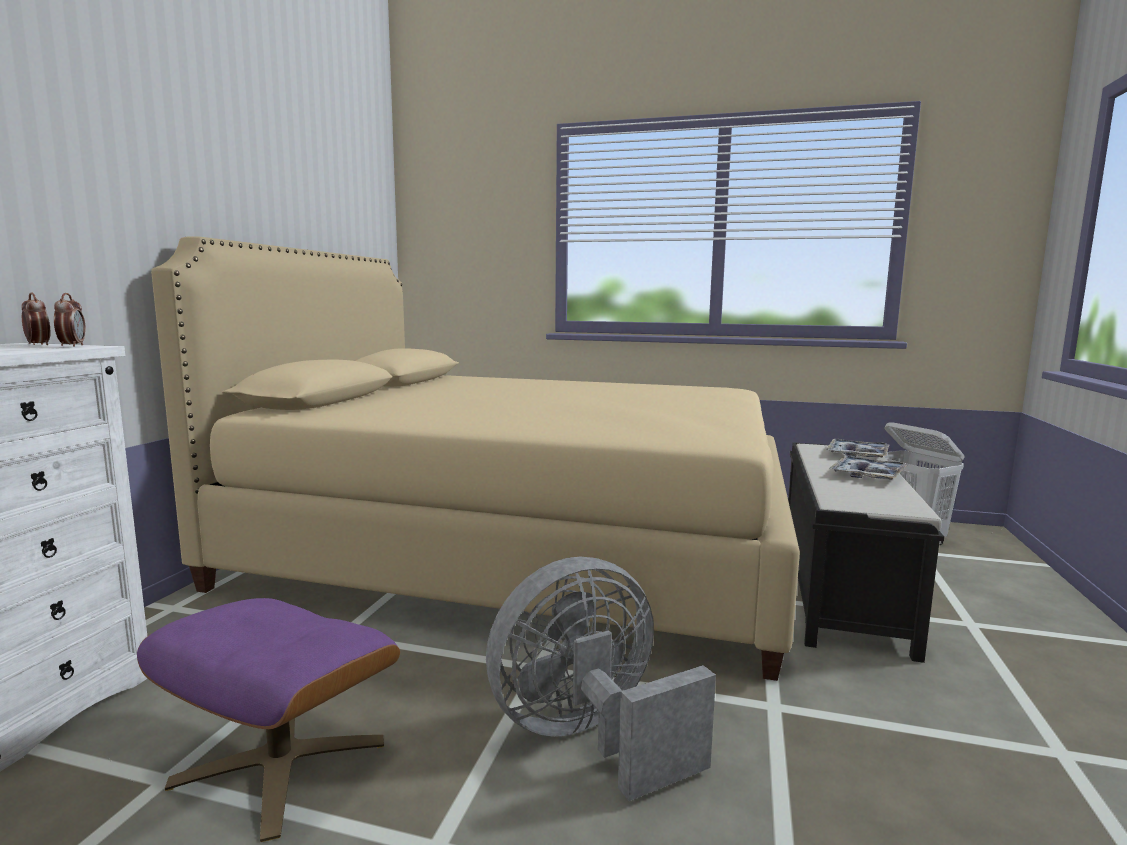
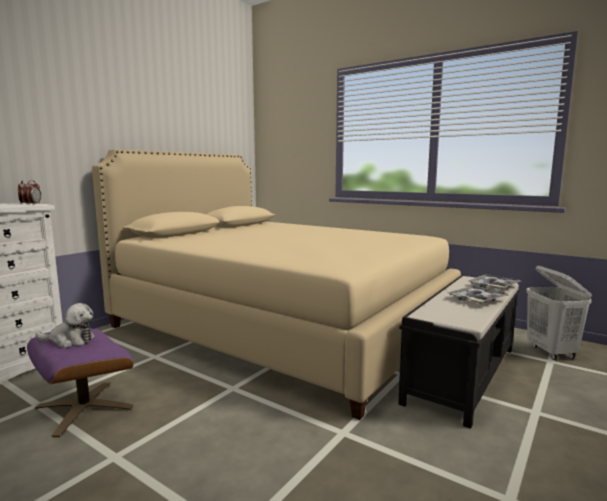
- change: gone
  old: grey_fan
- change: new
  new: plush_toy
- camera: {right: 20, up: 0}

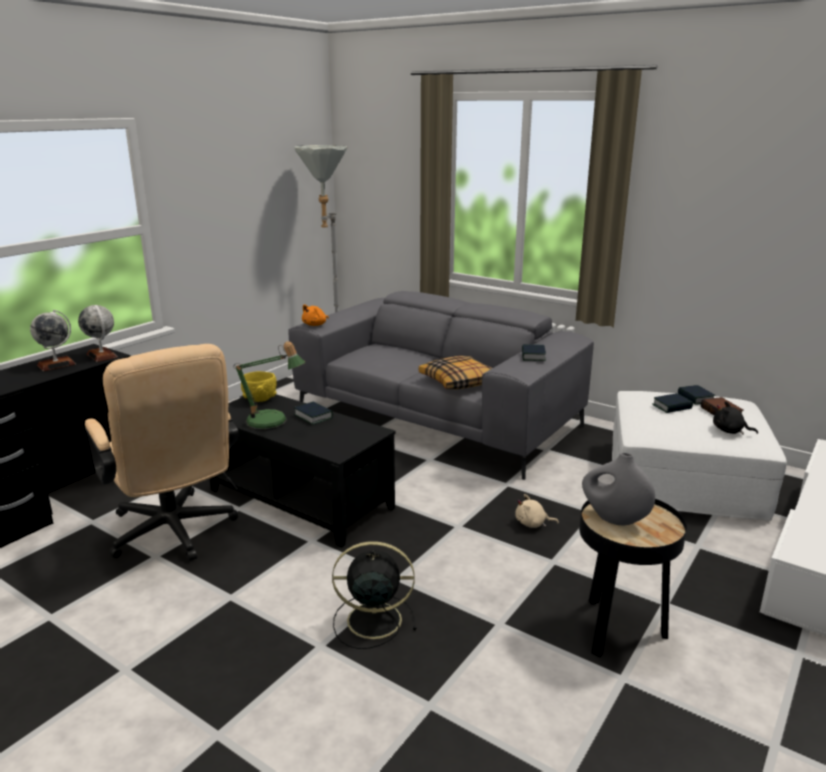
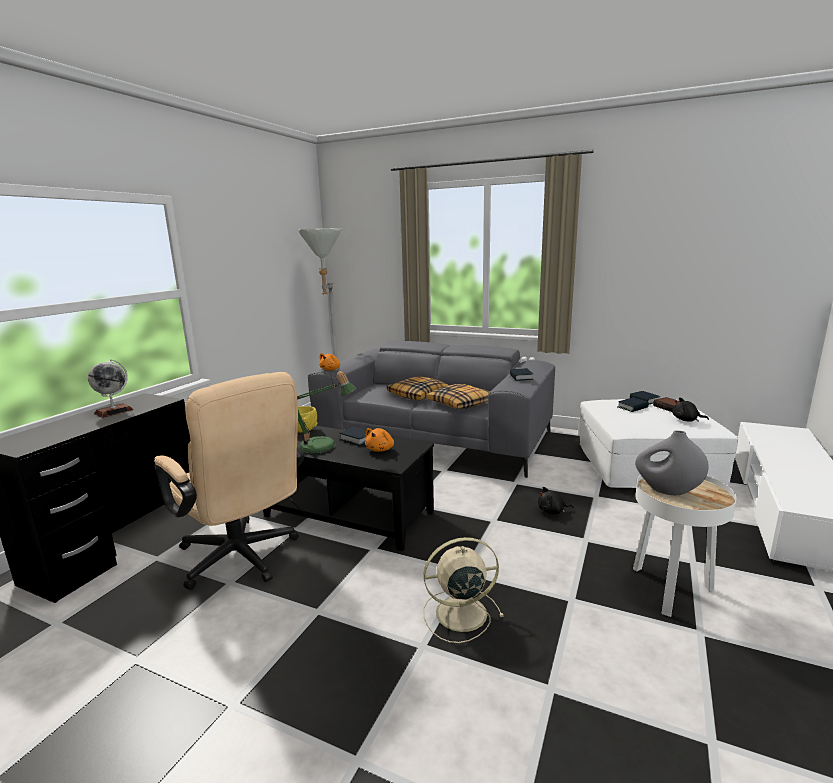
- change: gone
  old: globe (no. 2 from left)
- change: repainted
  old: black_fan
  new: beige_fan
- change: repainted
  old: beige_plush_toy
  new: black_plush_toy (no. 1 from left)
- change: repainted
  old: black_side_table
  new: white_side_table
- change: new
  new: orange_plush_toy (no. 2 from left)
- change: new
  new: pillow (no. 1 from left)
- camera: {right: -10, up: -5}

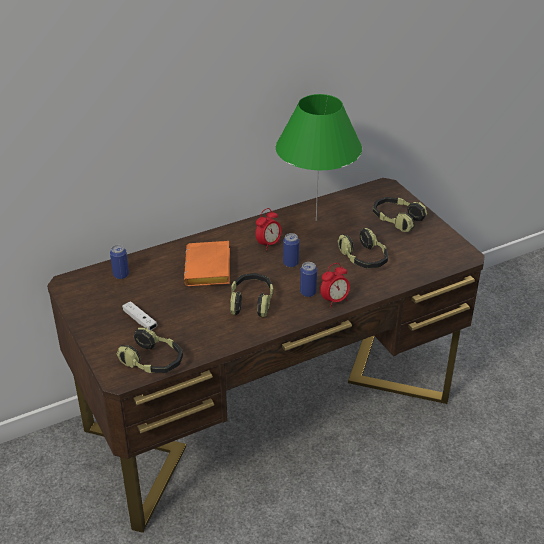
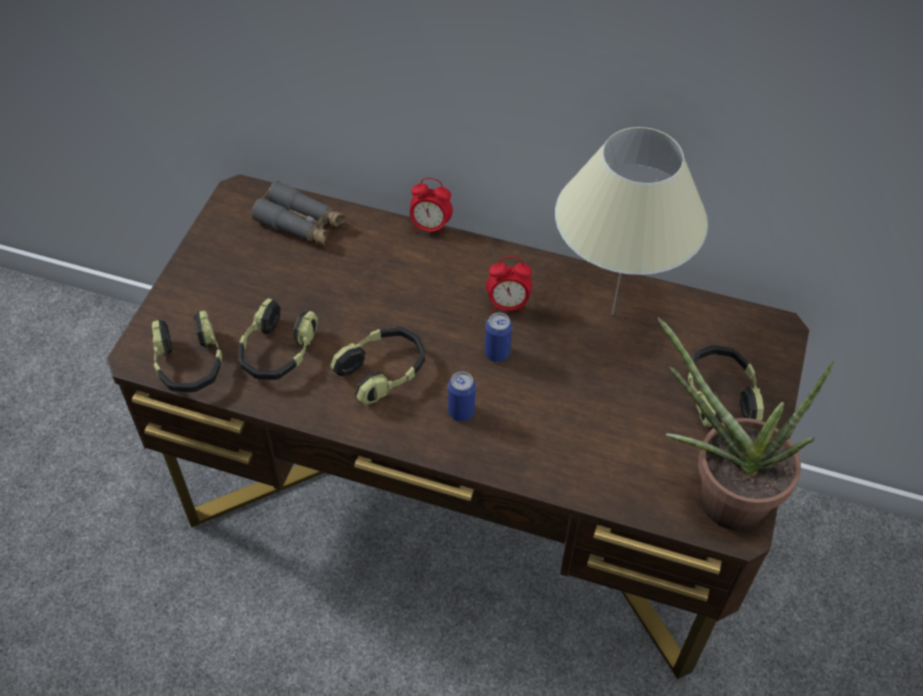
- change: swapped
  old: can (no. 1 from left)
  new: grey_binoculars
- change: gone
  old: white_game_controller
- change: gone
  old: orange_book
- change: repainted
  old: green_table_lamp
  new: beige_table_lamp
- change: shifted
  old: alarm_clock (no. 2 from left in the first image)
  new: alarm_clock (no. 1 from left)
- change: shifted
  old: headphones (no. 3 from left in the first image)
  new: headphones (no. 2 from left)
- change: new
  new: potted_plant
- camera: {right: 45, up: 15}

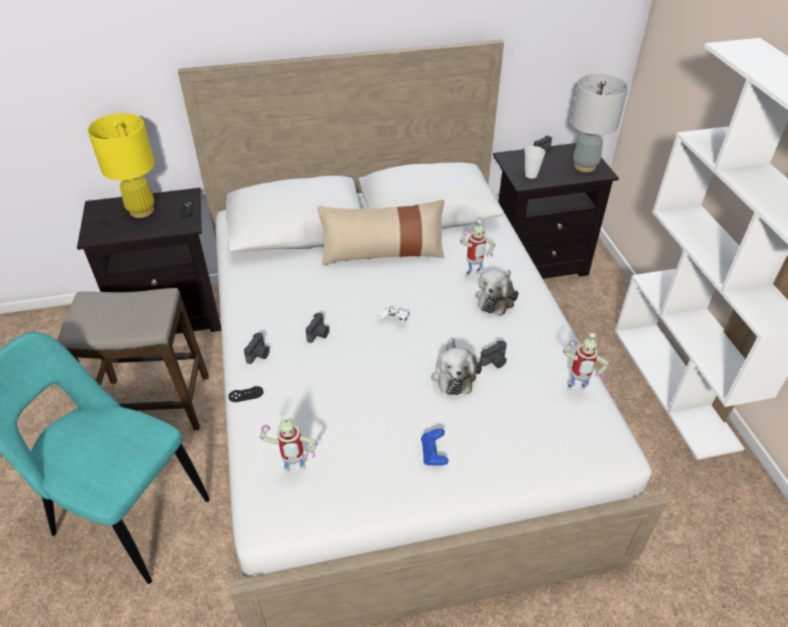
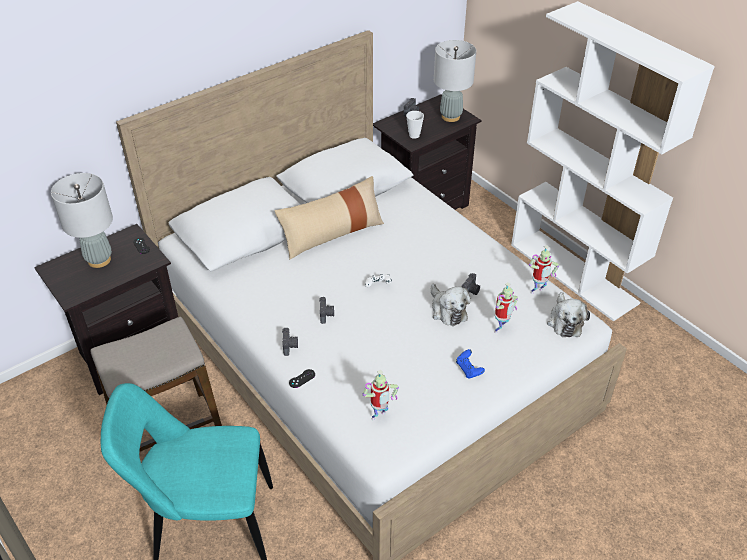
- change: repainted
  old: yellow_table_lamp
  new: grey_table_lamp (no. 1 from left)
- change: shifted
  old: toy_robot (no. 2 from left)
- change: shifted
  old: plush_toy (no. 2 from left)
- camera: {right: -25, up: 0}

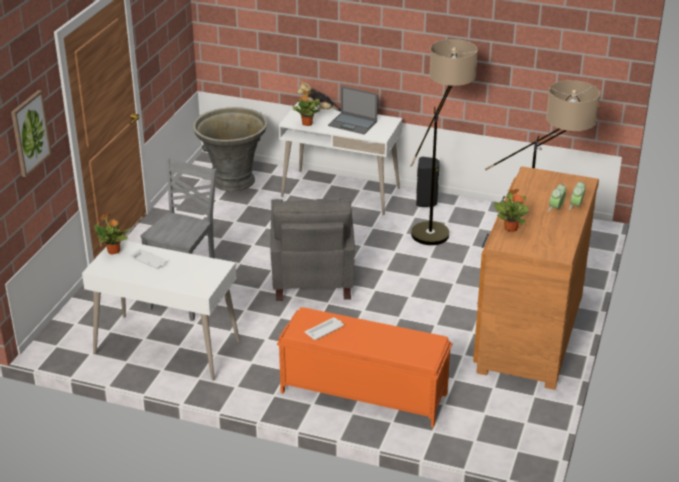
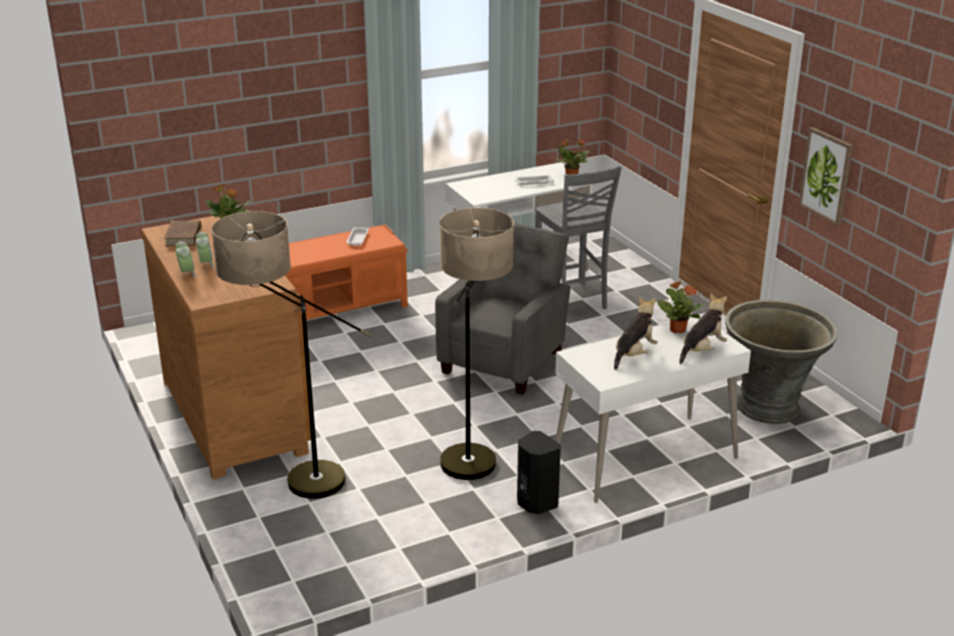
- change: shifted
  old: picture
- change: rotated
  old: grey_armchair
  degrees: 75
- change: swapped
  old: laptop
  new: plush_toy (no. 1 from left)
- change: new
  new: brown_book
- camera: {right: 135, up: -5}

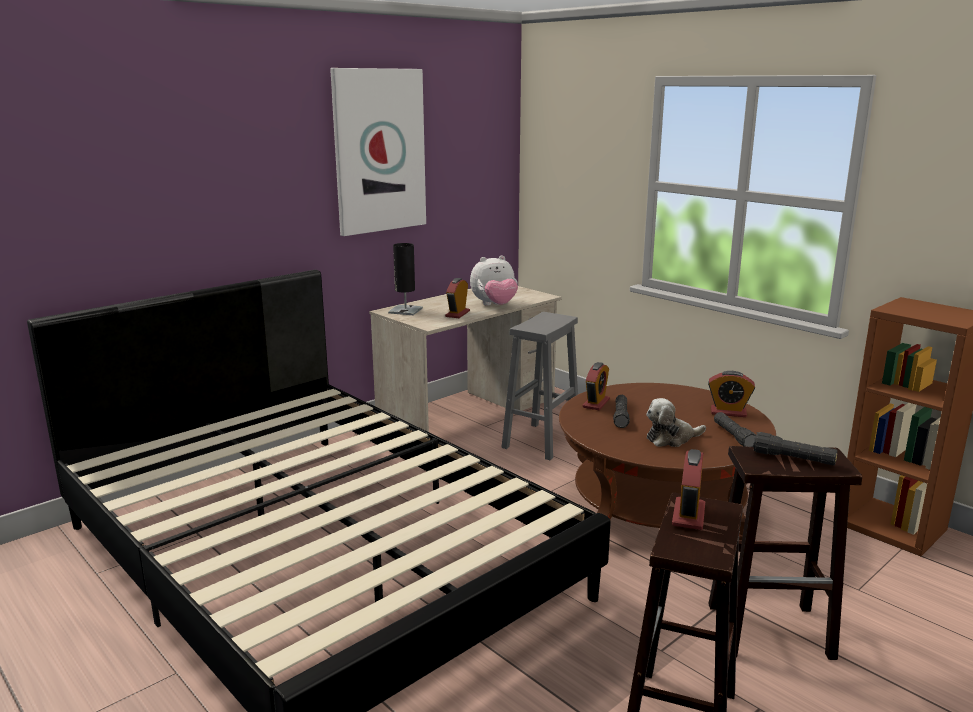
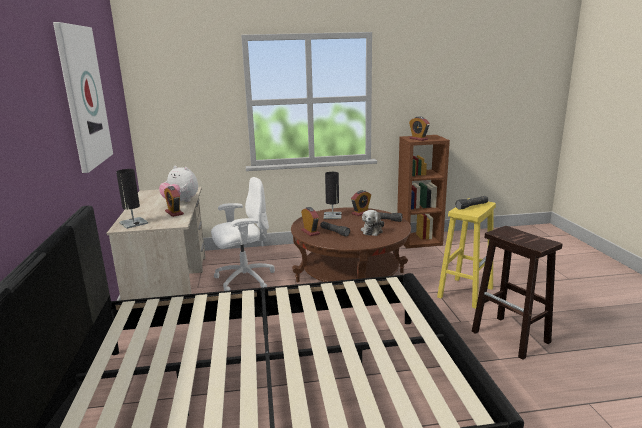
- change: rotated
  old: plush_toy (no. 1 from left)
  degrees: 105
- change: swapped
  old: grey_stool
  new: white_office_chair
- change: shifted
  old: alarm_clock (no. 3 from left in the first image)
  new: alarm_clock (no. 4 from left)
- change: repainted
  old: brown_stool (no. 2 from left)
  new: yellow_stool
- change: new
  new: black_table_lamp (no. 2 from left)
- camera: {right: -55, up: 0}

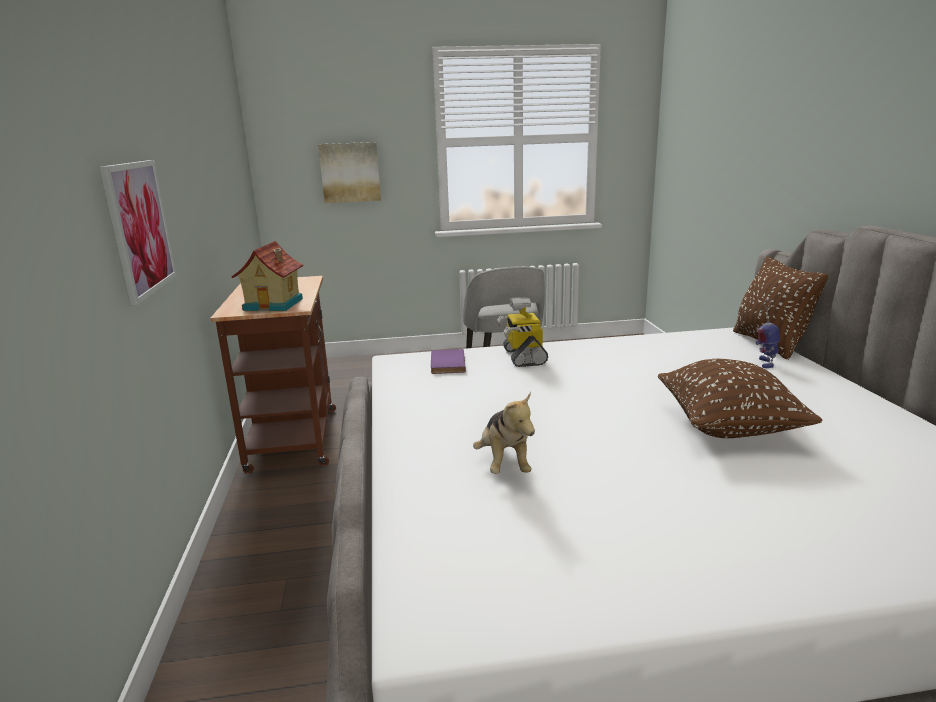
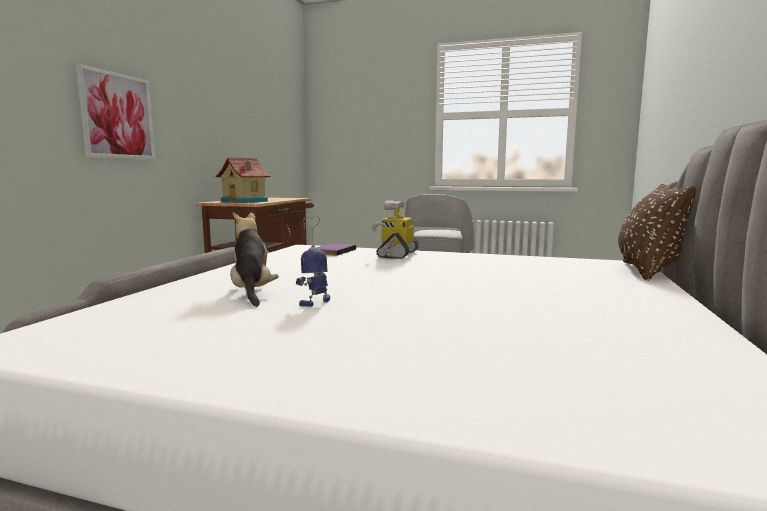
- change: gone
  old: picture (no. 2 from left)
- change: rotated
  old: plush_toy
  degrees: 150
- change: gone
  old: brown_pillow (no. 1 from left)
- change: shifted
  old: toy_robot (no. 2 from left in the first image)
  new: toy_robot (no. 1 from left)
- camera: {right: 25, up: -10}

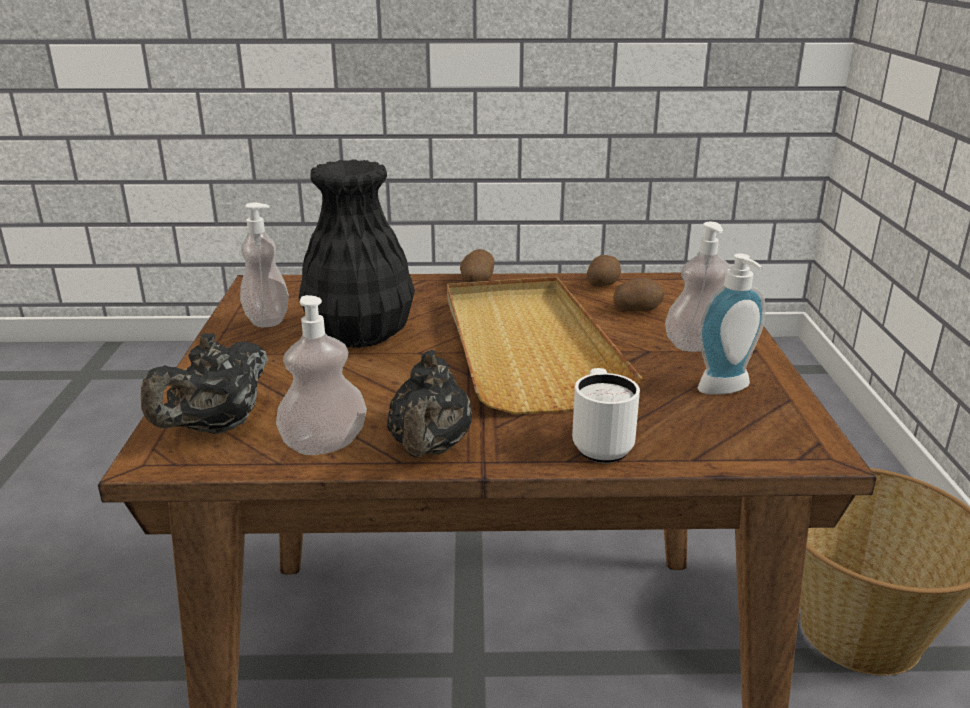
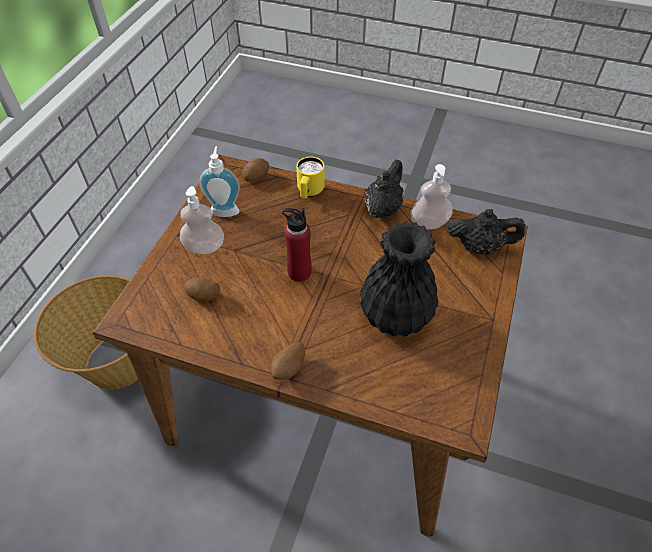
- change: rotated
  old: black_teapot (no. 1 from left in the first image)
  degrees: 45
- change: gone
  old: soap_dispenser (no. 1 from left)
- change: swapped
  old: beige_tray
  new: red_bottle
- change: repainted
  old: white_mug
  new: yellow_mug
- change: shifted
  old: potato (no. 2 from left)
- camera: {right: -160, up: 25}

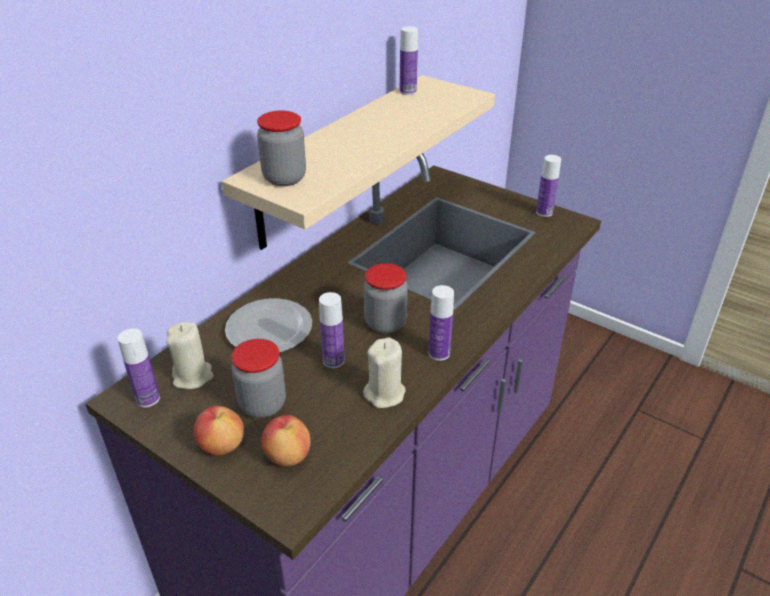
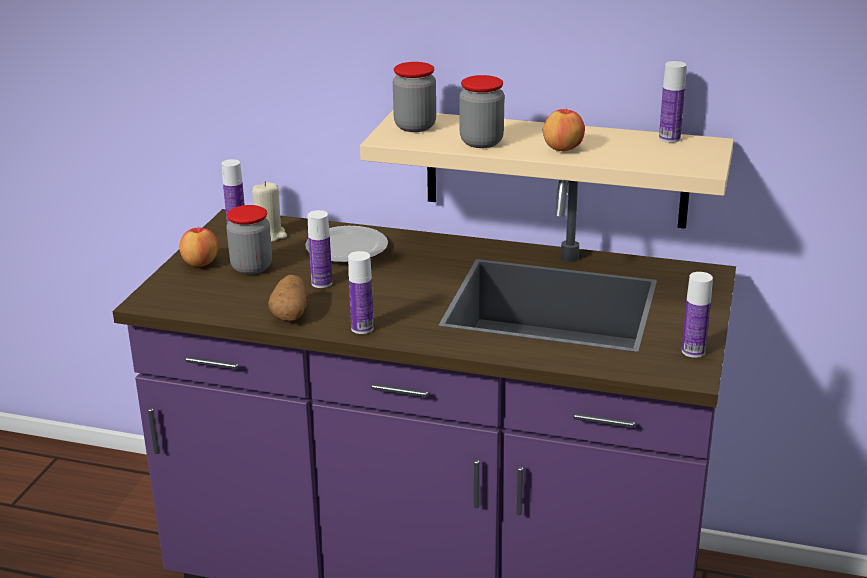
- change: shifted
  old: apple (no. 2 from left)
- change: swapped
  old: beige_candle (no. 2 from left)
  new: potato
- change: shifted
  old: jar (no. 3 from left)
- camera: {right: 70, up: -10}

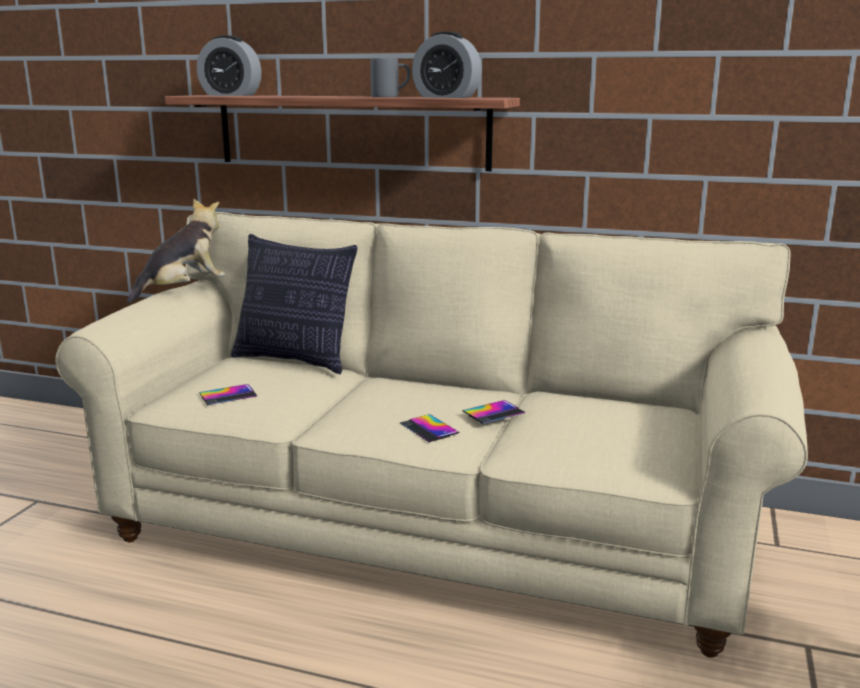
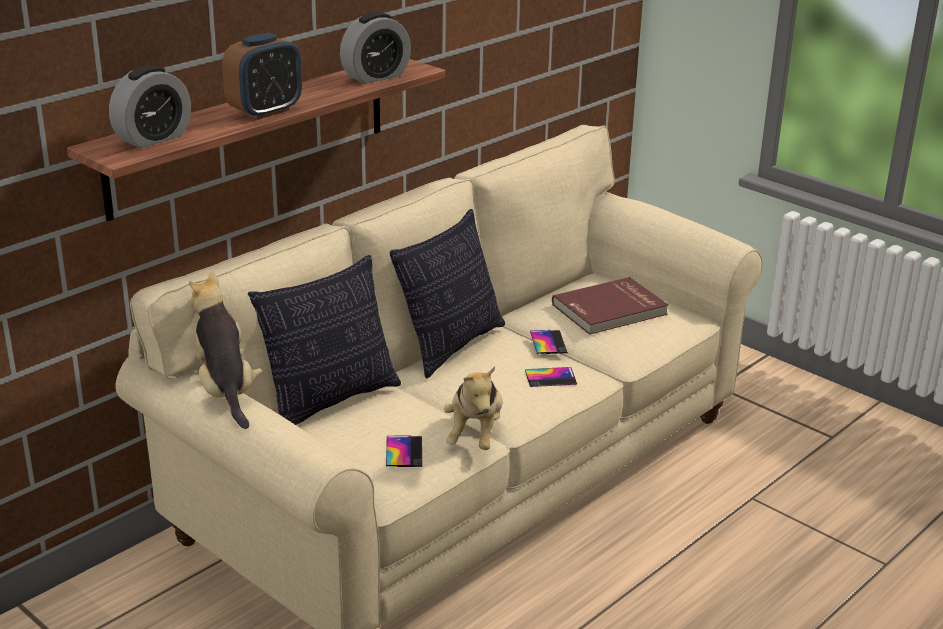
- change: gone
  old: grey_mug
- change: new
  new: alarm_clock (no. 2 from left)
- change: new
  new: pillow (no. 2 from left)
- change: new
  new: plush_toy (no. 2 from left)
- change: new
  new: red_book
- camera: {right: -65, up: 10}

